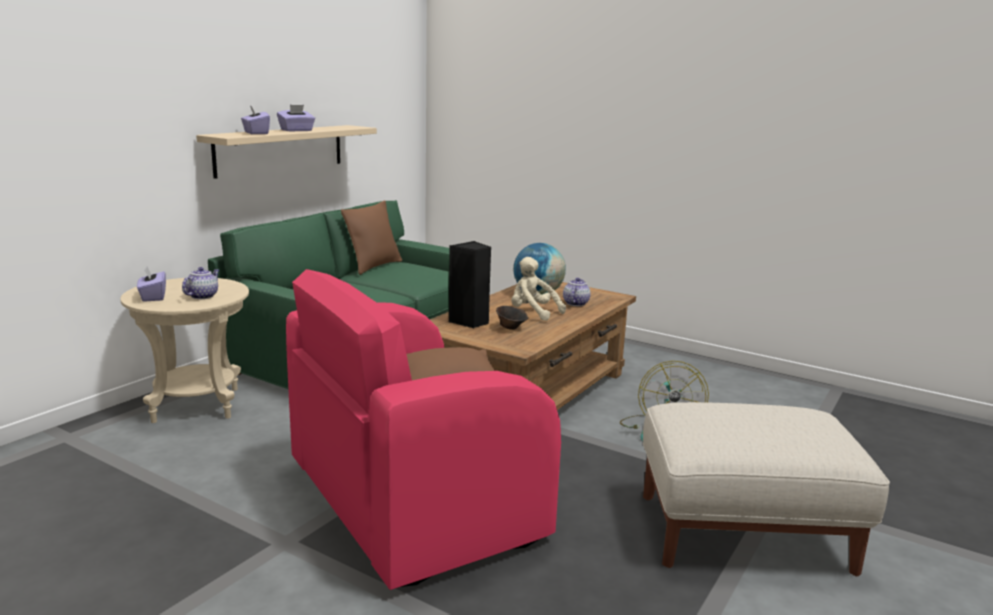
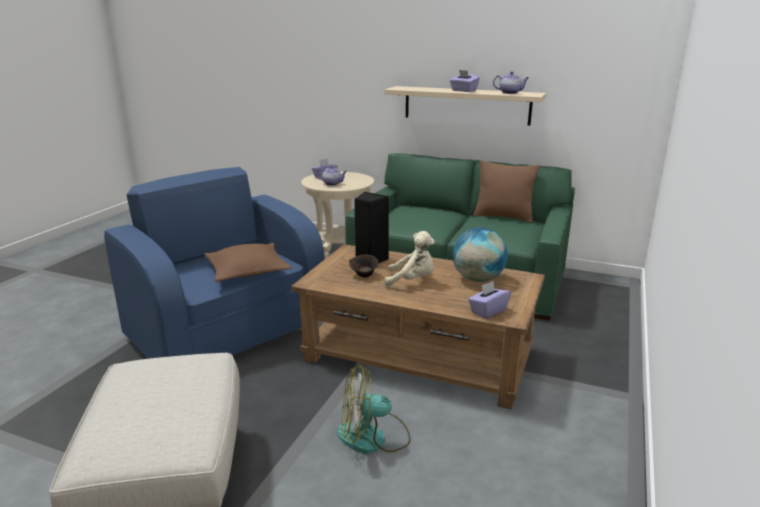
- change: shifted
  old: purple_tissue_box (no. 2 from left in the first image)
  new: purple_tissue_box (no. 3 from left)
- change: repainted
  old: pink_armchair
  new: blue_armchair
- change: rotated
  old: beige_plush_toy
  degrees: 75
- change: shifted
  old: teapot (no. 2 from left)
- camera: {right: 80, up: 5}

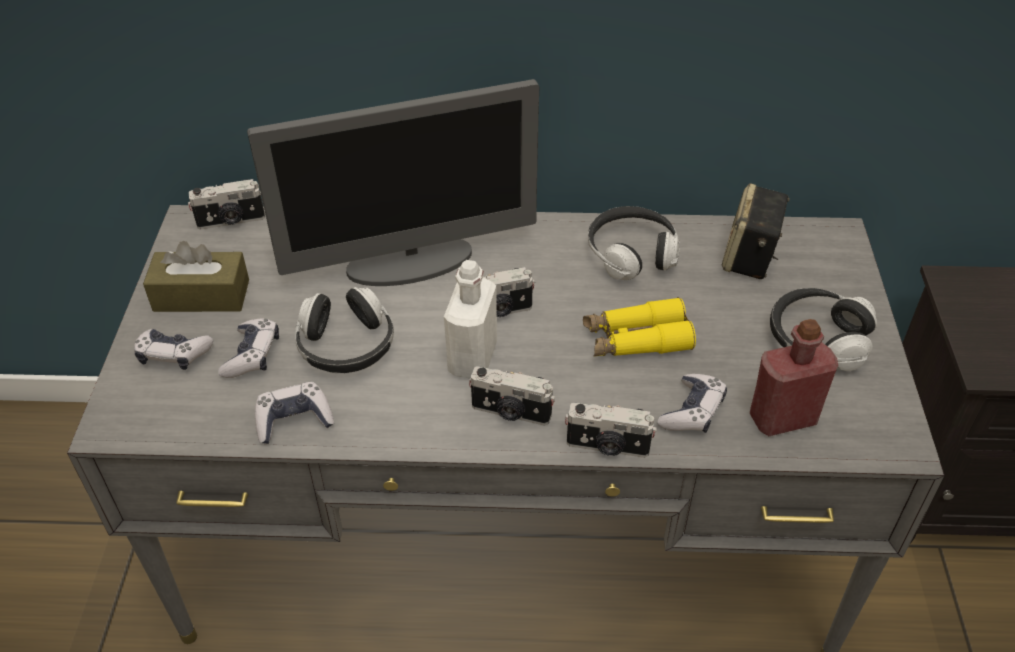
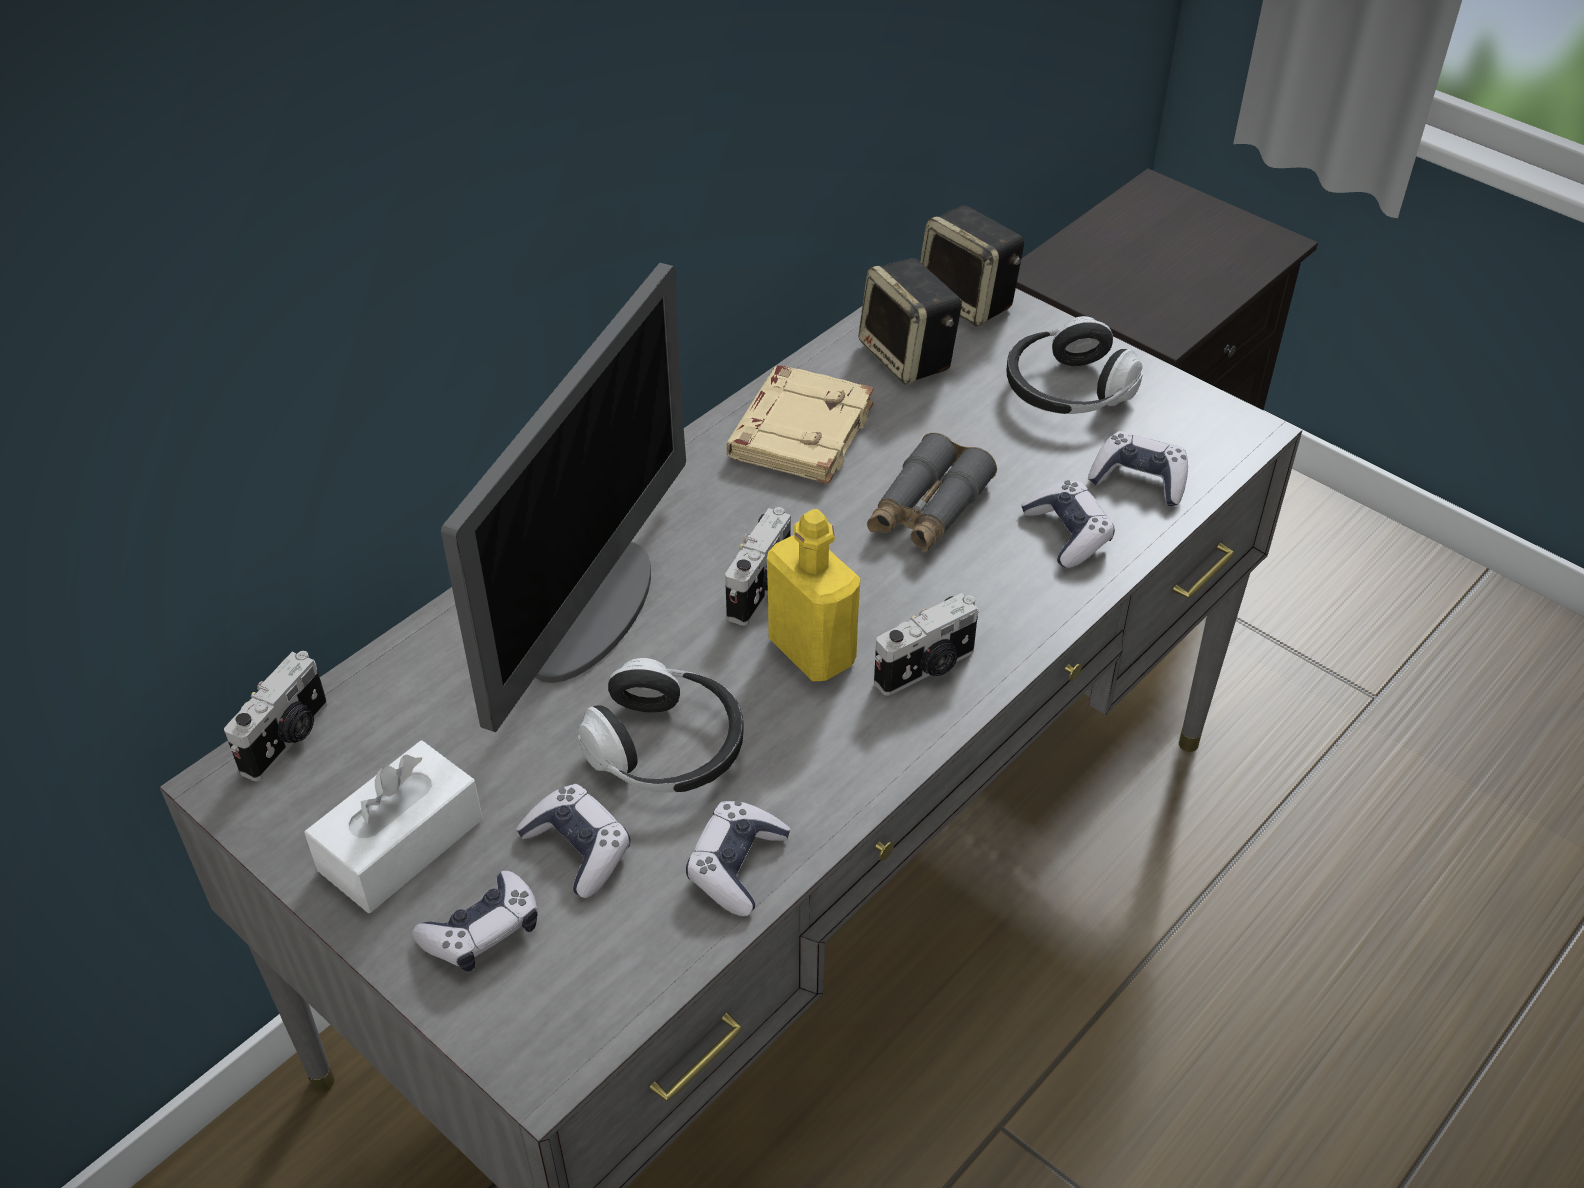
- change: repainted
  old: brown_tissue_box
  new: white_tissue_box
- change: repainted
  old: white_bottle
  new: yellow_bottle
- change: gone
  old: photo_camera (no. 4 from left)
- change: repainted
  old: yellow_binoculars
  new: grey_binoculars
- change: swapped
  old: headphones (no. 2 from left)
  new: beige_book
- change: swapped
  old: red_bottle
  new: game_controller (no. 5 from left)
- change: new
  new: speaker (no. 2 from left)
- camera: {right: -50, up: 0}

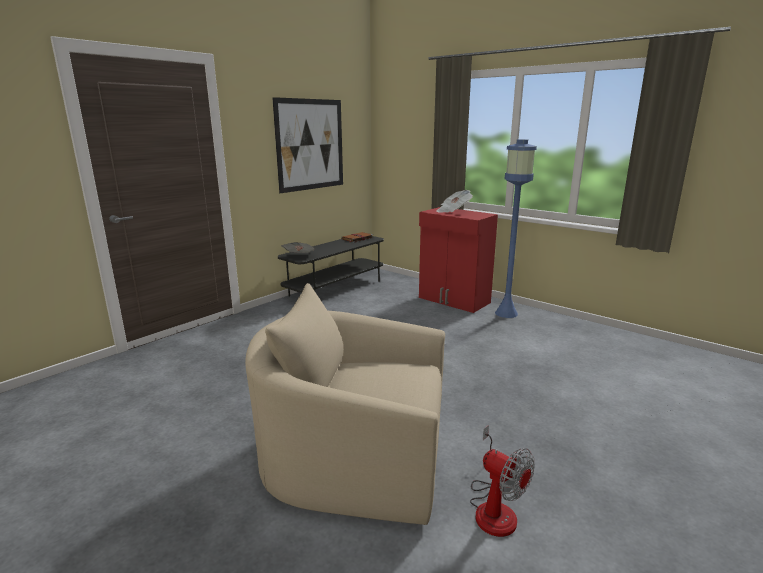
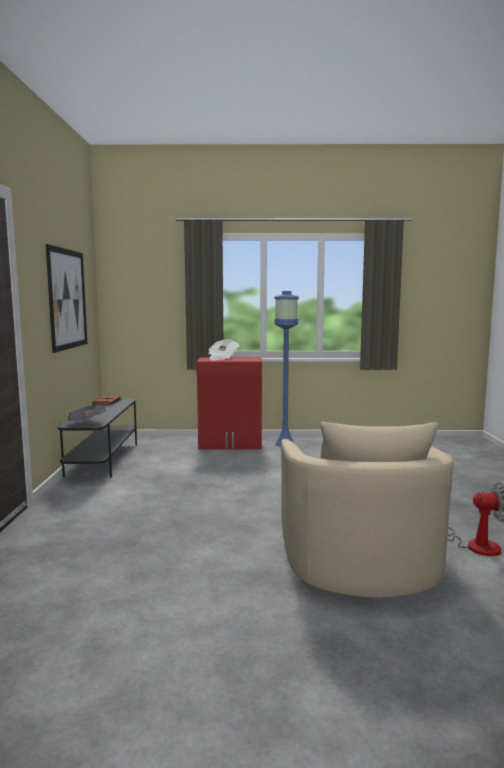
- change: rotated
  old: beige_armchair
  degrees: -60
- camera: {right: -40, up: -10}

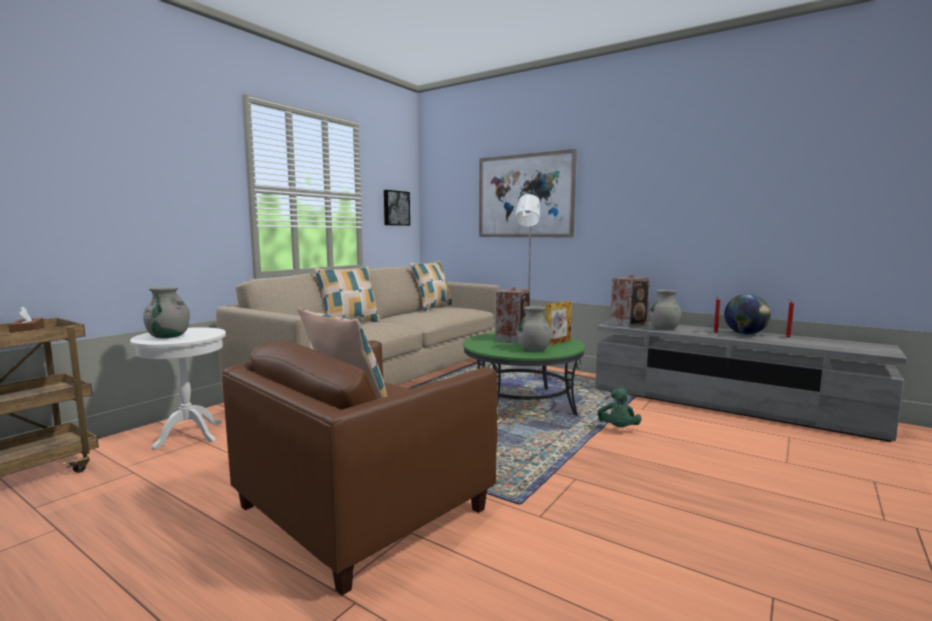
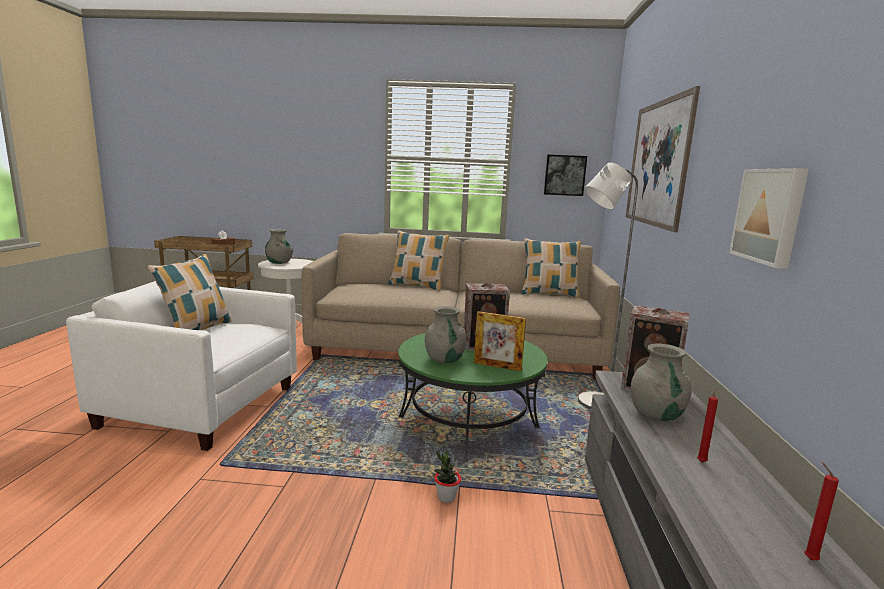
- change: repainted
  old: brown_armchair
  new: white_armchair
- change: swapped
  old: green_plush_toy
  new: potted_plant
- change: gone
  old: globe
- change: new
  new: picture (no. 3 from left)
- camera: {right: 60, up: 5}

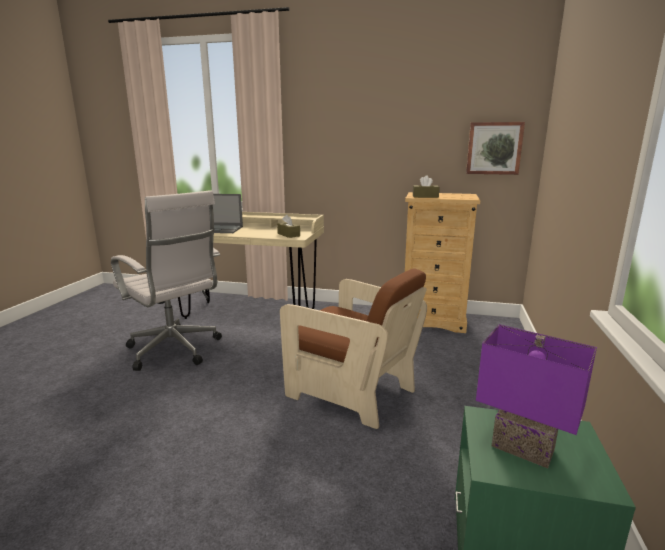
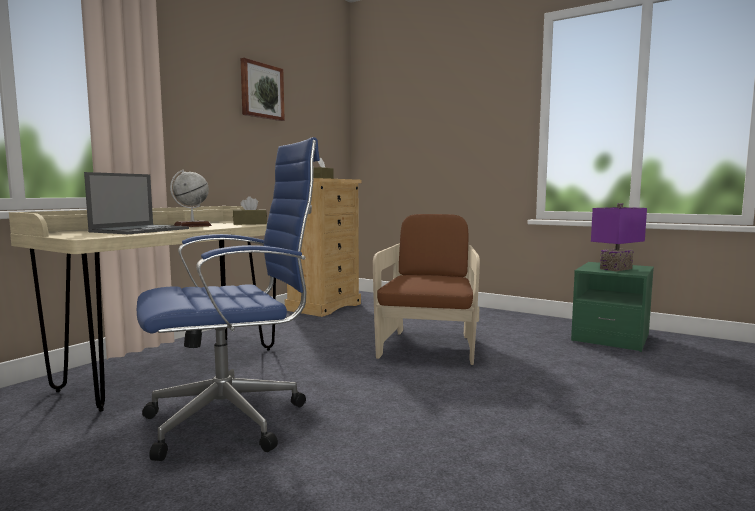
- change: repainted
  old: white_office_chair
  new: blue_office_chair
- change: rotated
  old: brown_armchair
  degrees: -45
- change: shifted
  old: picture
- change: new
  new: globe
- camera: {right: -70, up: -10}

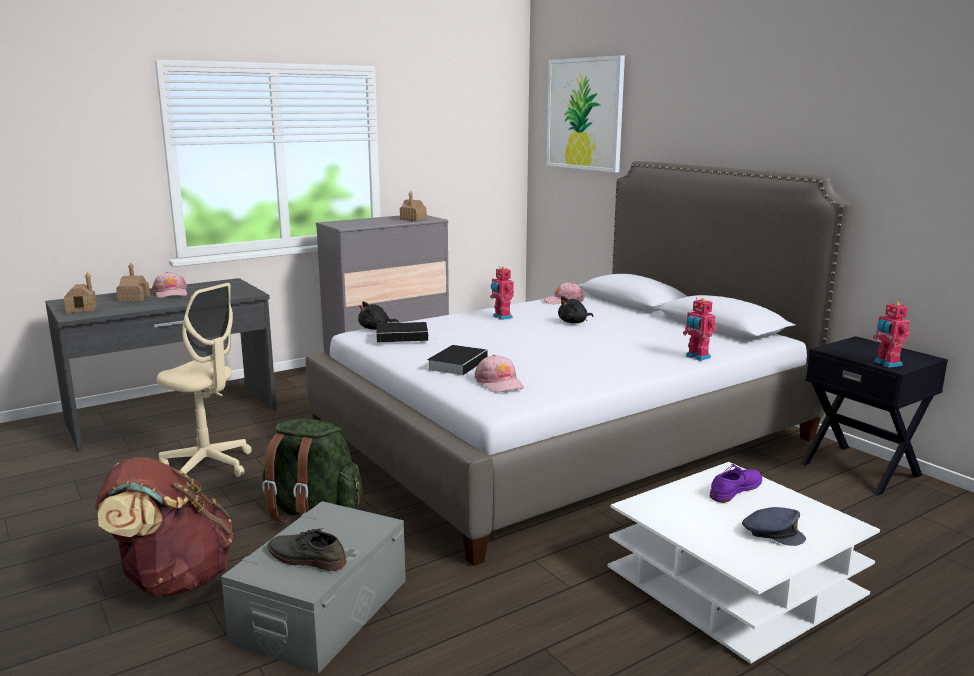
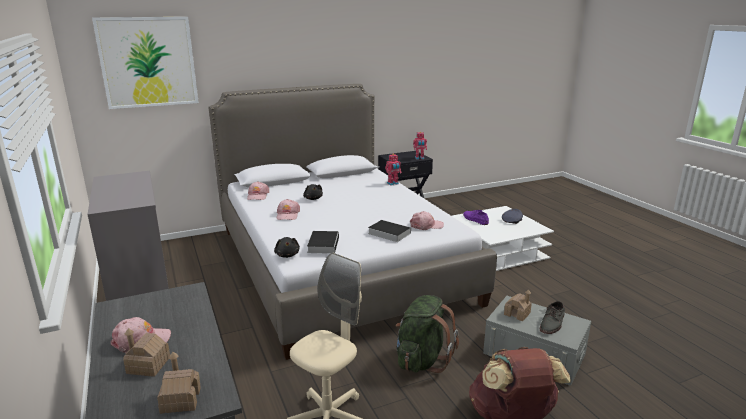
- change: shifted
  old: toy_house (no. 3 from left)
- change: swapped
  old: toy_robot (no. 1 from left)
  new: pink_cap (no. 3 from left)
- camera: {right: -80, up: 5}

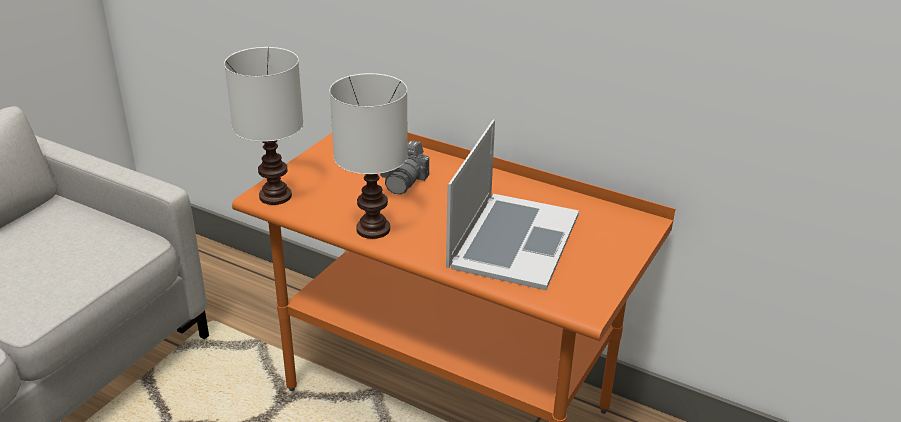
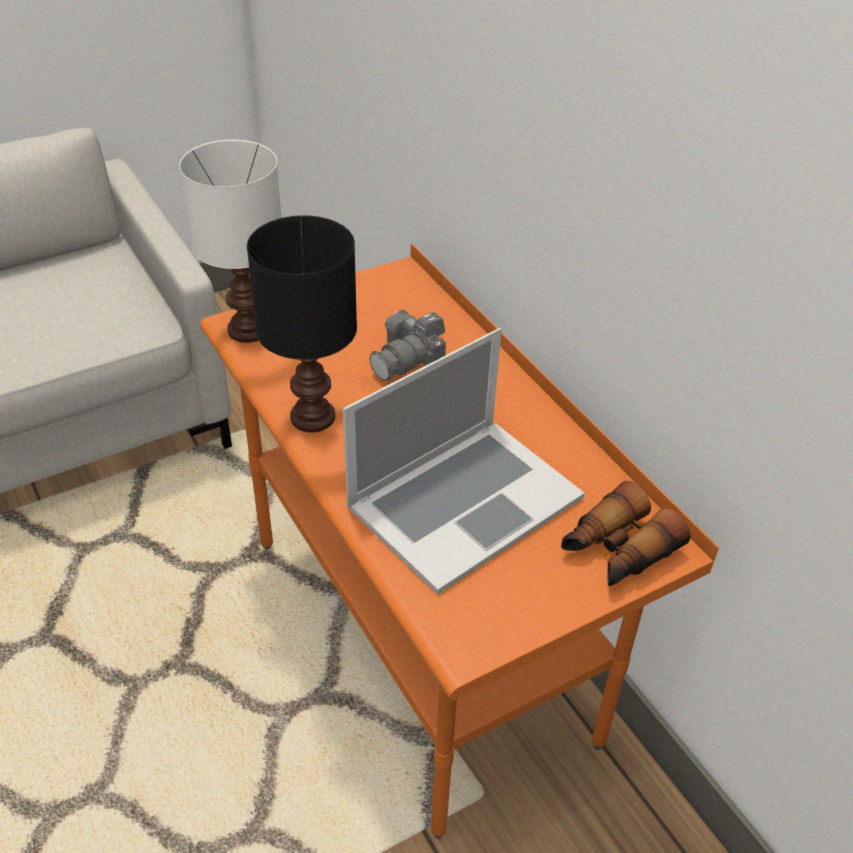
- change: repainted
  old: white_table_lamp (no. 2 from left)
  new: black_table_lamp
- change: new
  new: binoculars
- camera: {right: 30, up: 10}

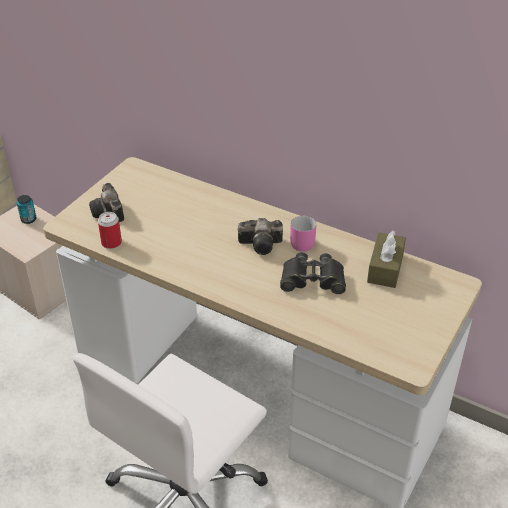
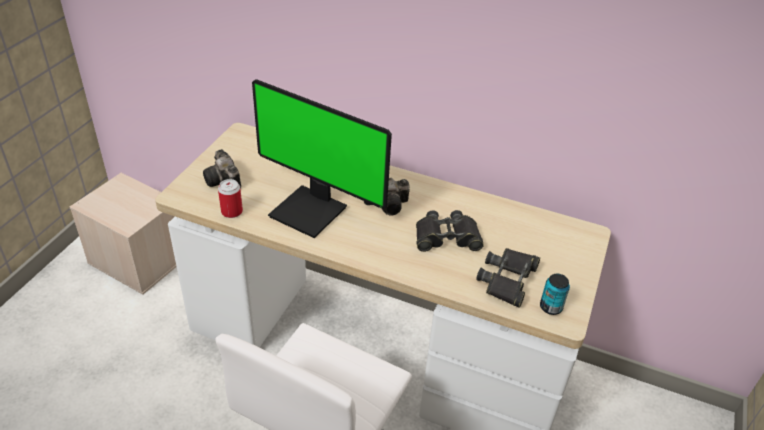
- change: shifted
  old: can (no. 1 from left in the first image)
  new: can (no. 2 from left)
- change: gone
  old: pink_mug
- change: gone
  old: brown_tissue_box
- change: new
  new: monitor
- change: new
  new: black_binoculars (no. 2 from left)
- camera: {right: -10, up: 0}

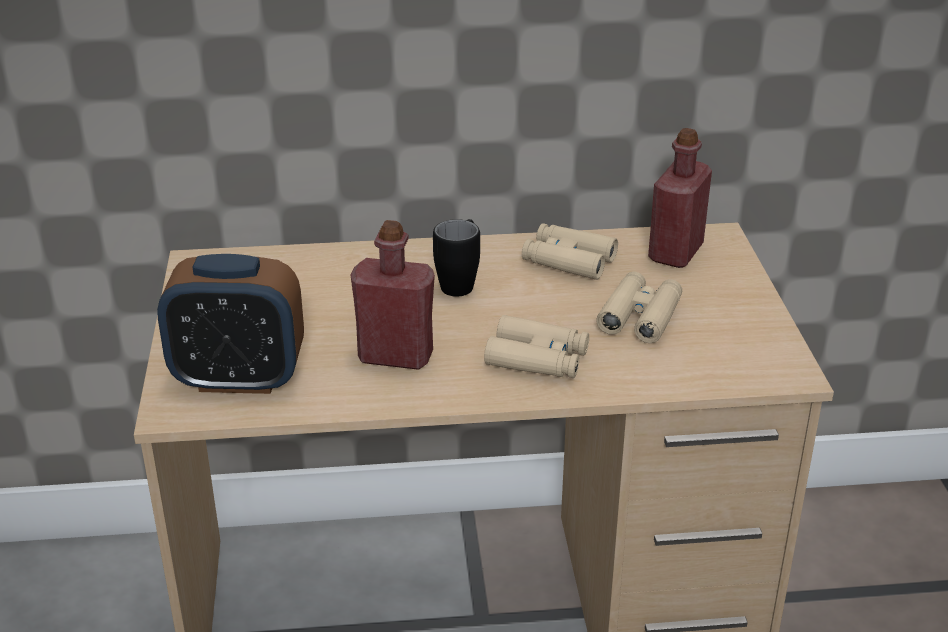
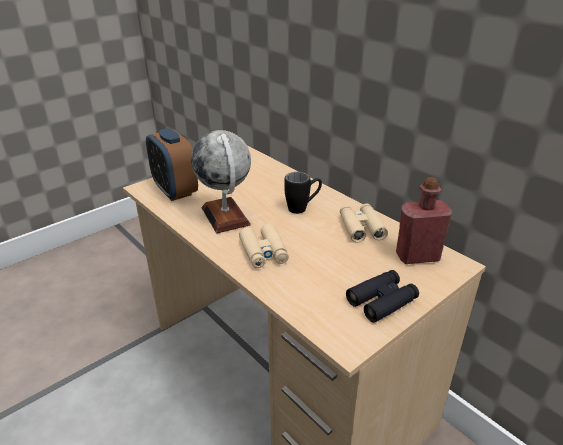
- change: swapped
  old: red_bottle (no. 1 from left)
  new: globe
- change: gone
  old: beige_binoculars (no. 3 from left)
- change: new
  new: black_binoculars
- camera: {right: 55, up: 0}

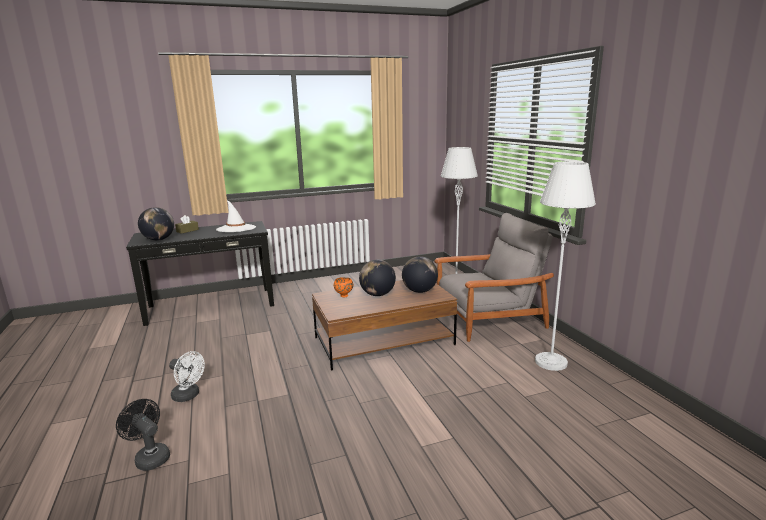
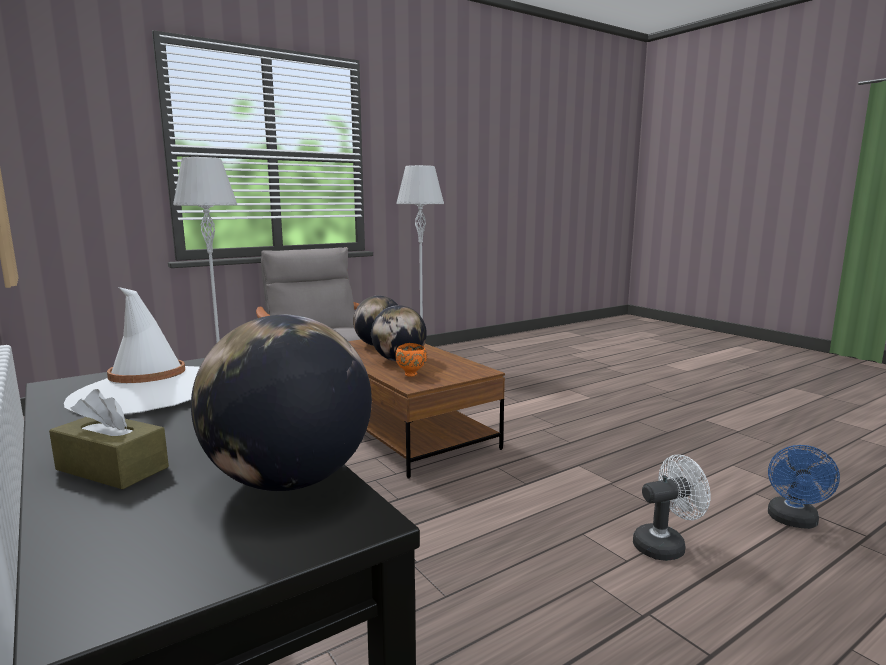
- change: repainted
  old: black_fan
  new: blue_fan
- change: rotated
  old: white_fan
  degrees: 60
- camera: {right: -105, up: -5}

